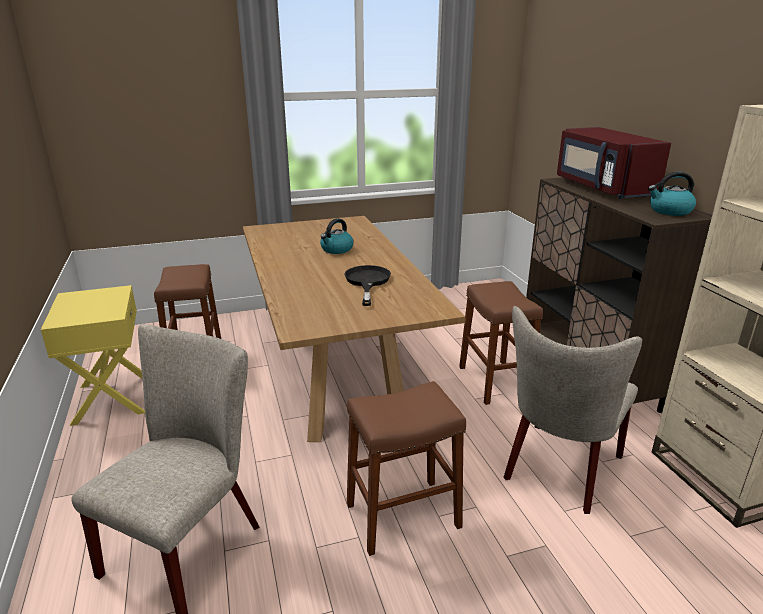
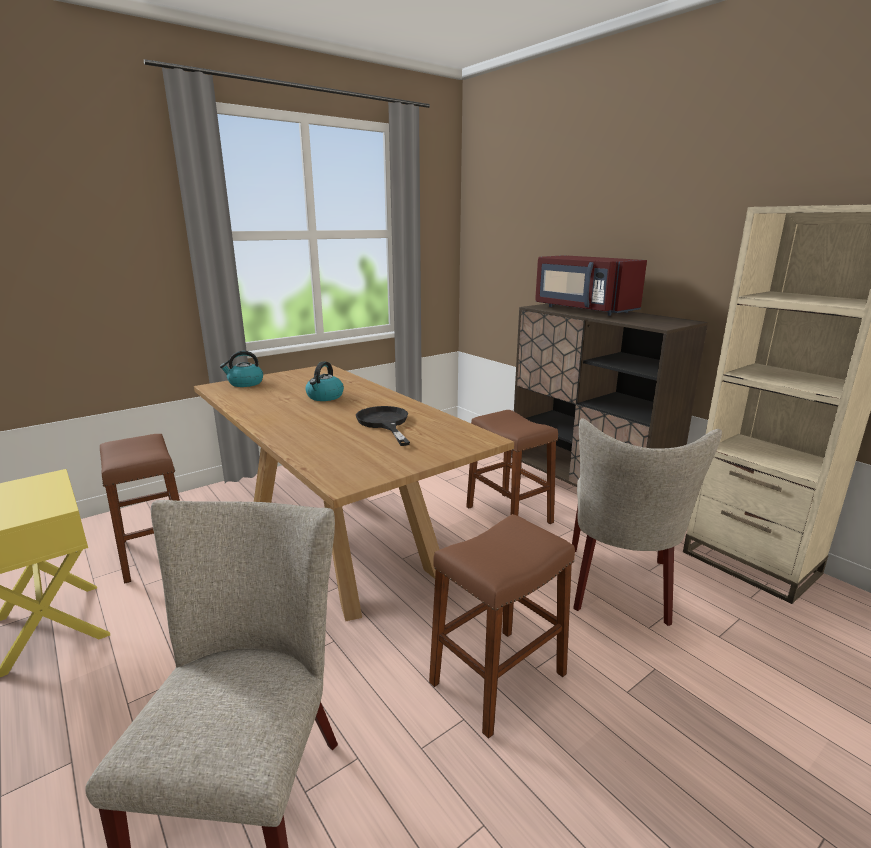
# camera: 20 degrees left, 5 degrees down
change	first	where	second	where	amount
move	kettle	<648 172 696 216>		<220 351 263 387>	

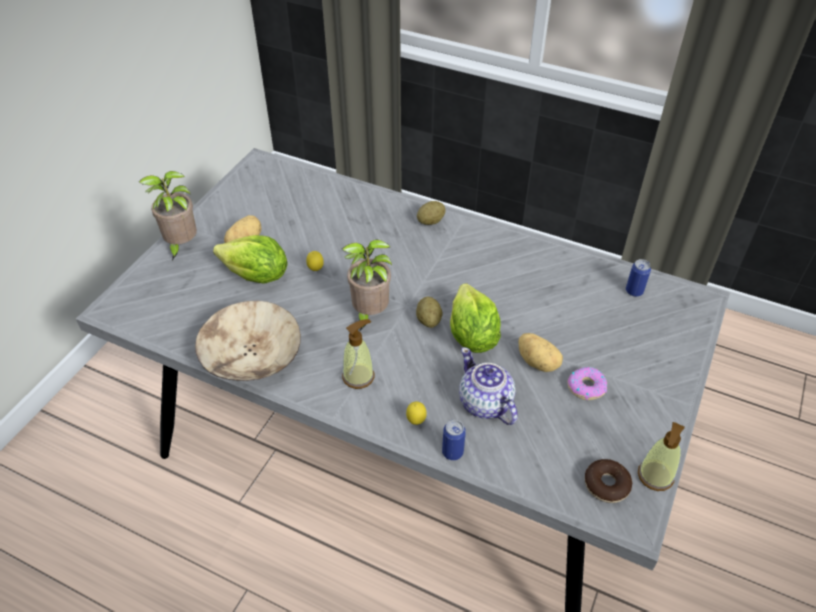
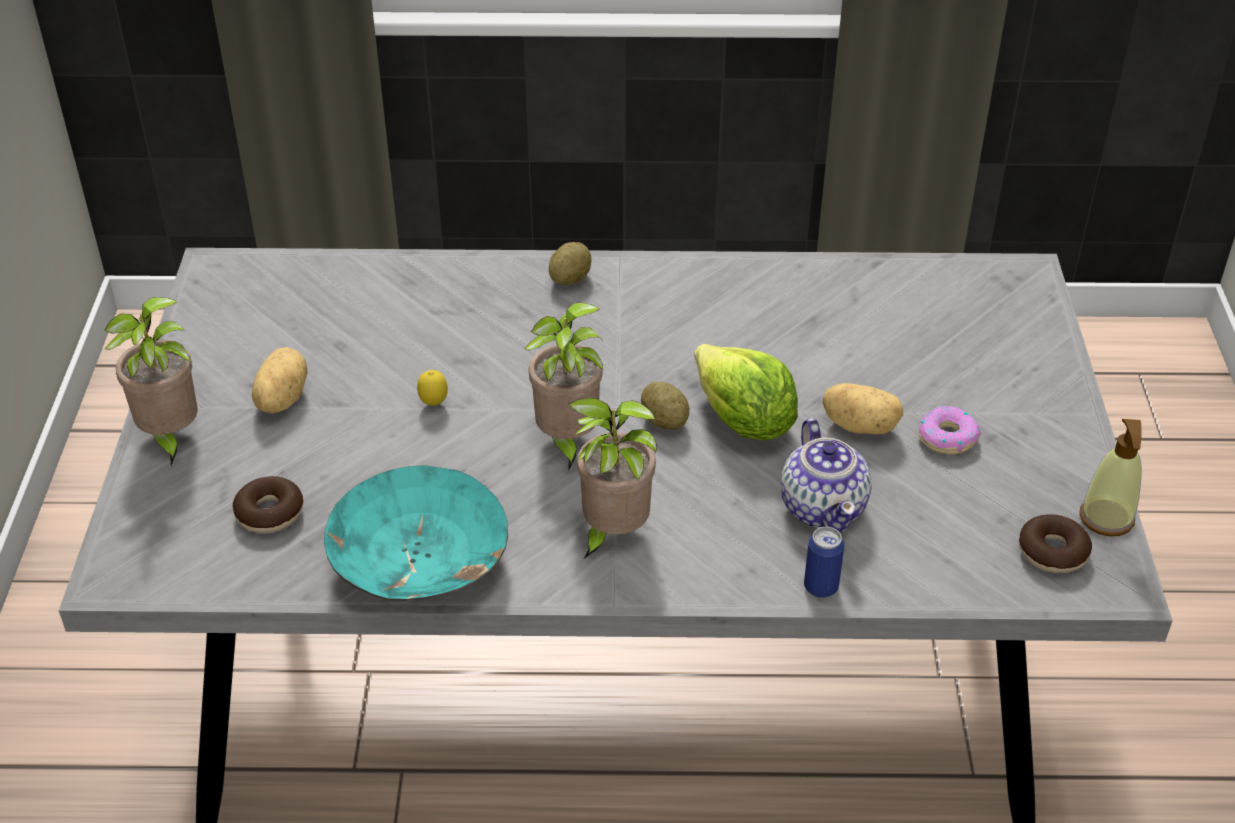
# camera: 25 degrees left, 5 degrees down
change	first	where	second	where	amount
recolor	beige bowl	<195 301 301 381>	turquoise bowl	<324 465 508 601>	
delete	lettuce	<213 235 288 284>			
replace	soap dispenser	<342 319 375 389>	potted plant	<569 398 657 559>	
delete	lemon	<406 402 427 425>			
rotate	teapot	<459 347 518 425>		<781 418 872 533>	135 degrees counterclockwise
delete	can	<626 259 651 297>			
insert			donut	<233 476 303 534>	

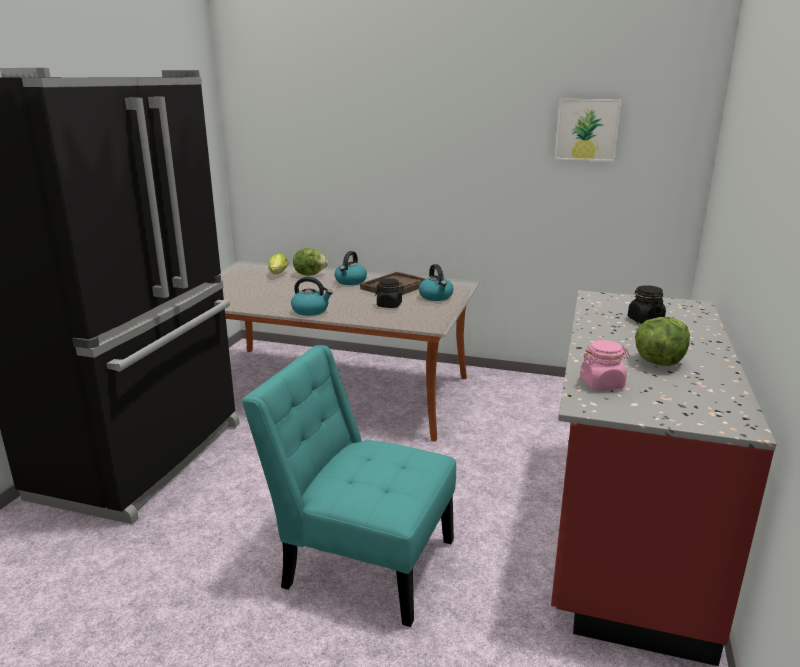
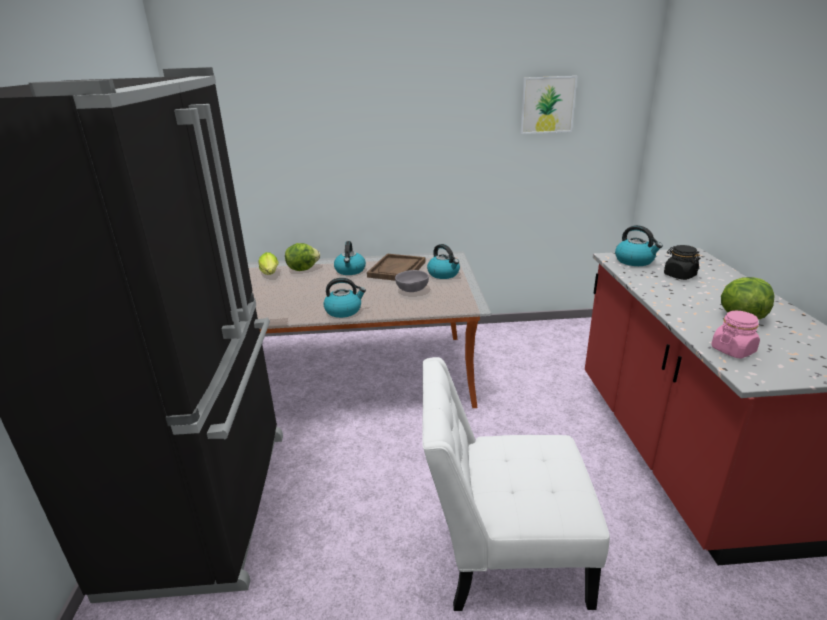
# camera: 20 degrees left, 5 degrees up
change	first	where	second	where	amount
recolor	turquoise chair	<242 345 456 627>	white chair	<422 357 610 611>	
replace	black jar	<375 278 404 308>	grey bowl	<395 270 429 292>	
insert			kettle	<615 225 663 266>	

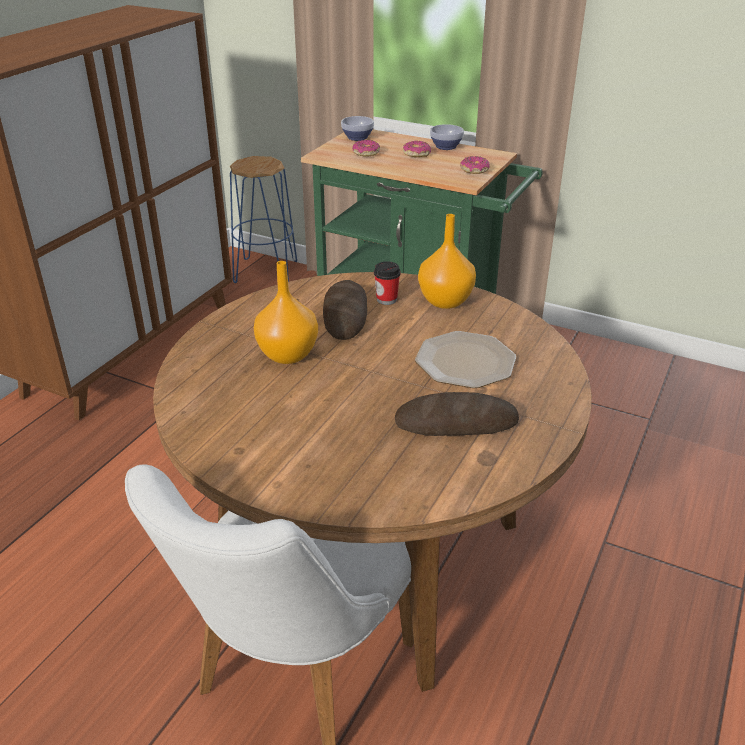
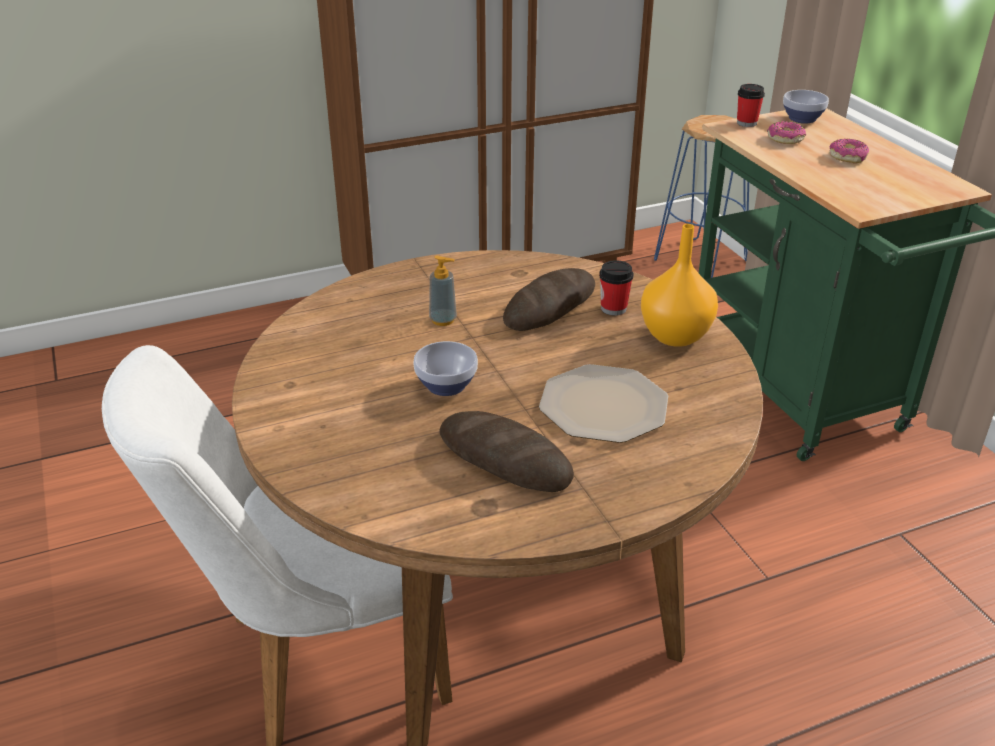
# camera: 40 degrees right, 0 degrees up
change	first	where	second	where	amount
replace	orange vase	<254 261 318 364>	soap dispenser	<429 255 457 326>	
move	bowl	<430 124 464 150>		<413 341 478 396>	
delete	donut	<460 156 490 174>			
insert			cup	<737 84 765 127>	

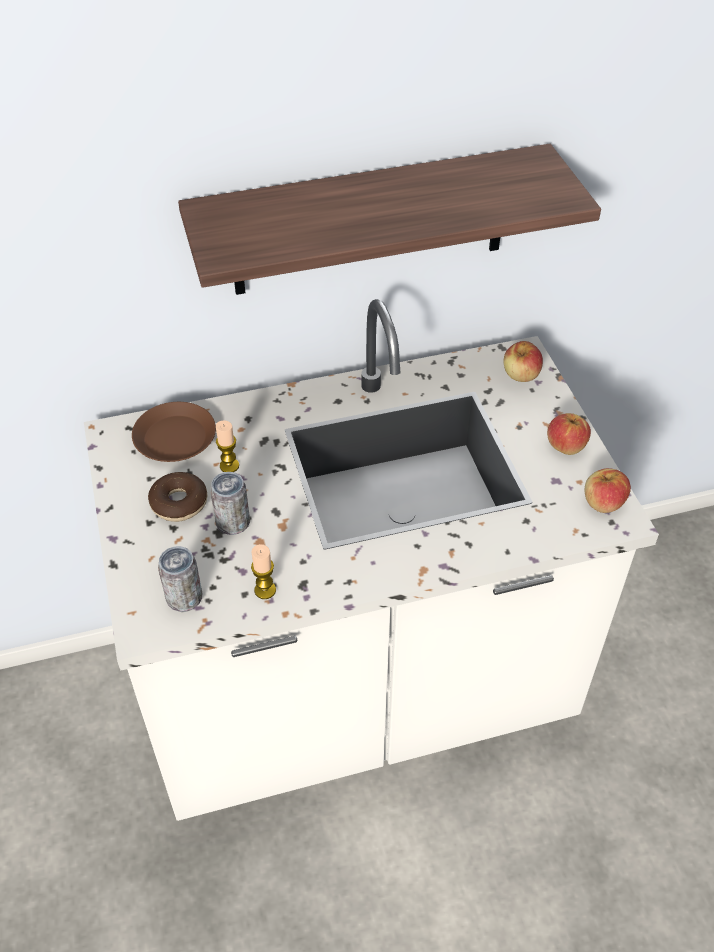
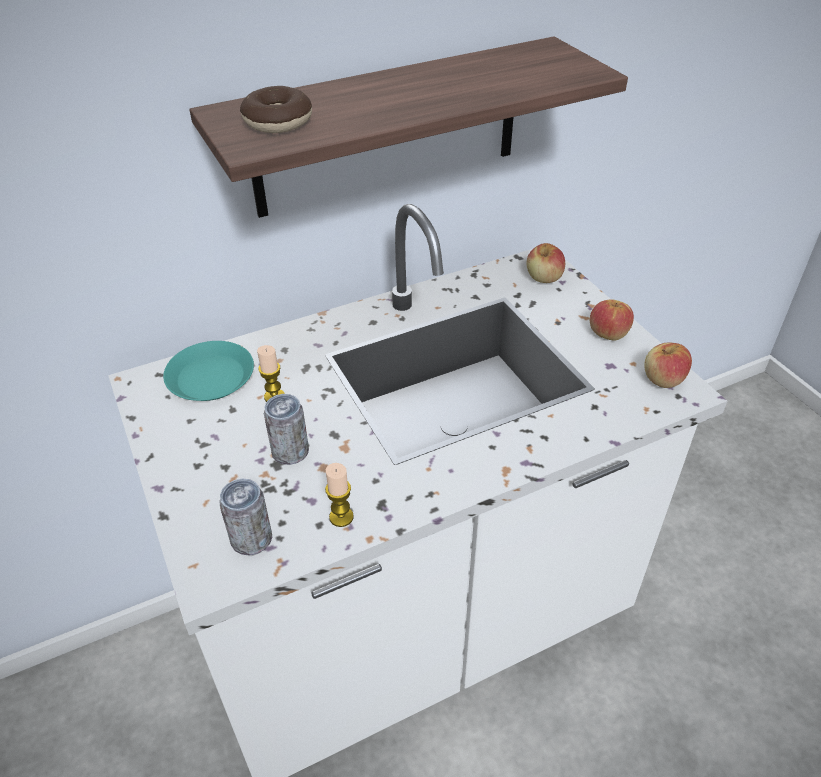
# camera: 10 degrees left, 5 degrees down
change	first	where	second	where	amount
recolor	brown plate	<132 402 216 462>	turquoise plate	<163 341 254 401>	
move	donut	<148 472 207 522>		<240 86 312 133>	

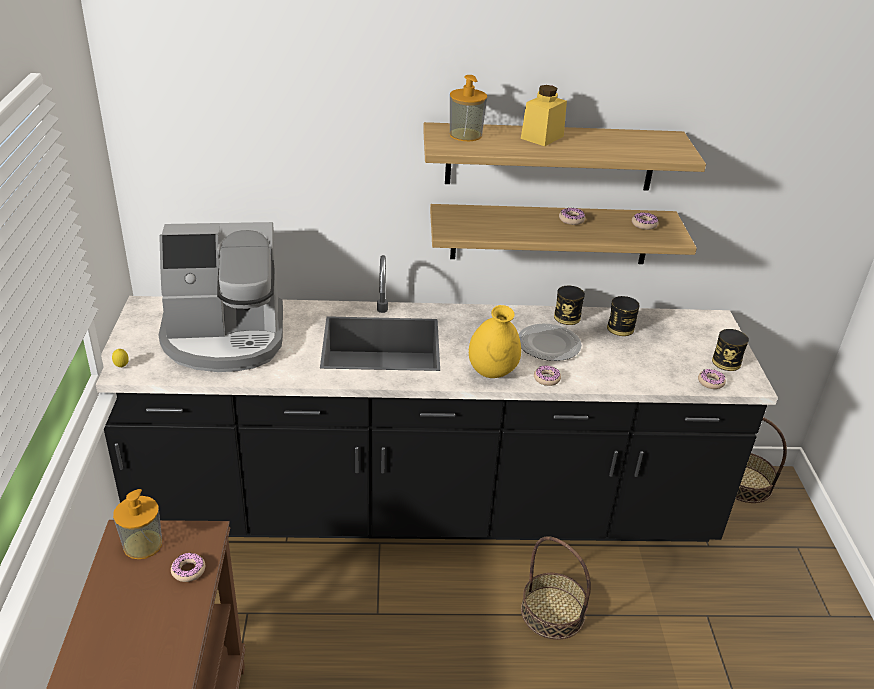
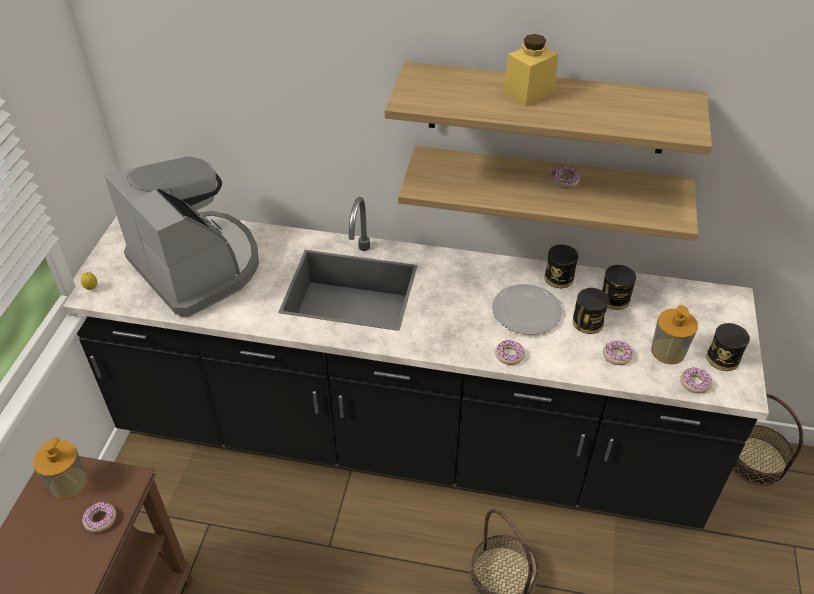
# camera: 15 degrees right, 10 degrees up
change	first	where	second	where	amount
rotate	coffee machine	<159 222 283 372>		<104 157 259 317>	135 degrees counterclockwise
move	soap dispenser	<450 75 487 141>		<651 305 698 365>	
delete	yellow vase	<469 305 521 378>			
move	donut	<632 212 659 230>		<603 340 633 365>	
insert			can	<573 288 609 334>	

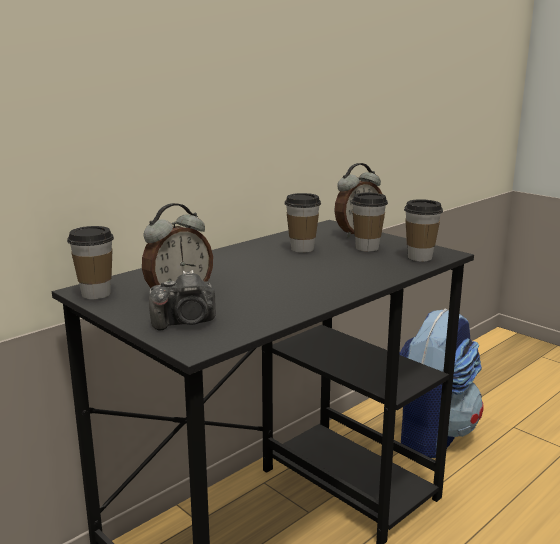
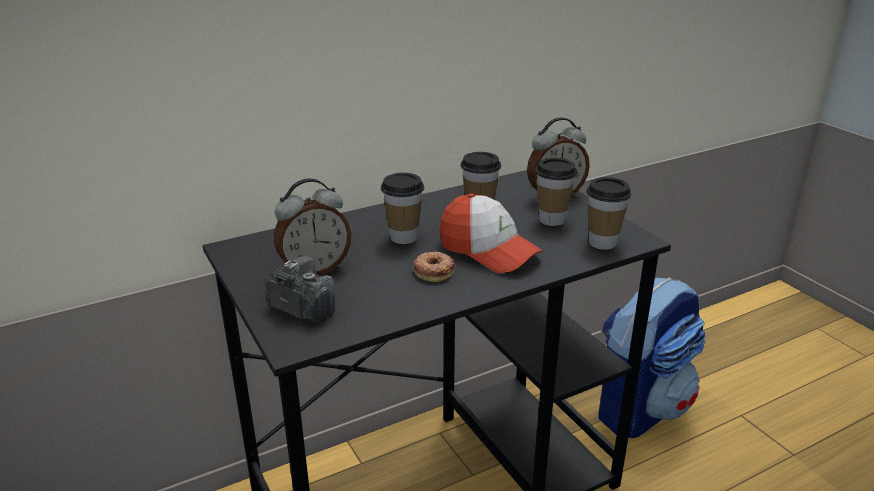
# camera: 15 degrees right, 10 degrees up
change	first	where	second	where	amount
move	cup	<67 226 114 299>		<381 173 424 244>	
rotate	photo camera	<149 270 216 330>		<266 256 335 322>	150 degrees counterclockwise
insert			donut	<413 252 456 282>	
insert			cap	<439 193 543 273>	

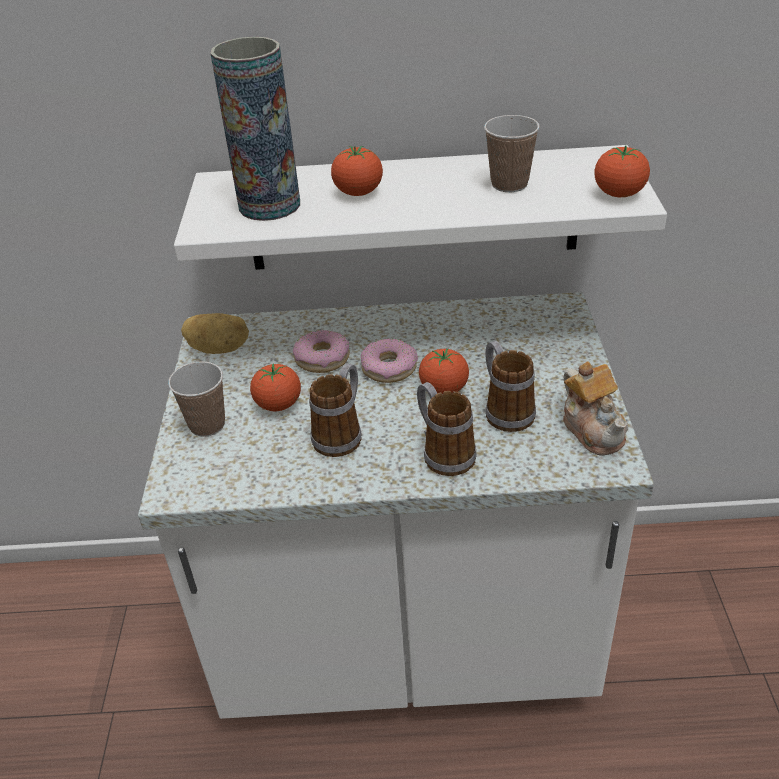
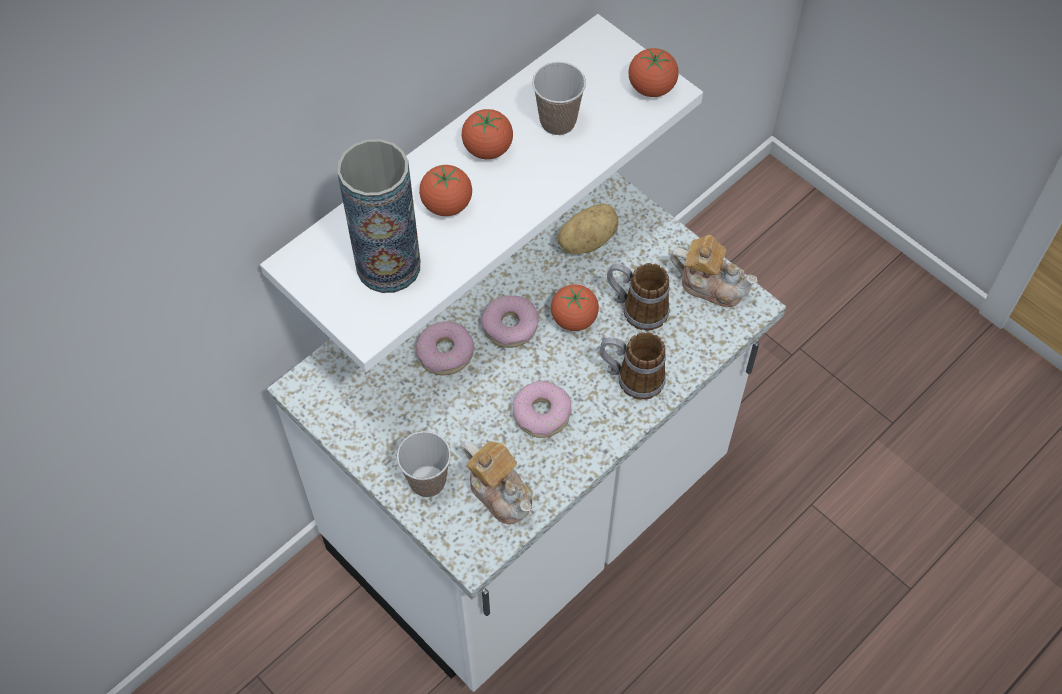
# camera: 45 degrees left, 20 degrees up
change	first	where	second	where	amount
move	potato	<181 313 249 354>		<557 203 618 254>	
move	tomato	<250 363 301 411>		<462 109 513 159>	
replace	mug	<309 363 362 457>	donut	<513 380 572 438>	
insert			teapot	<463 441 533 524>	

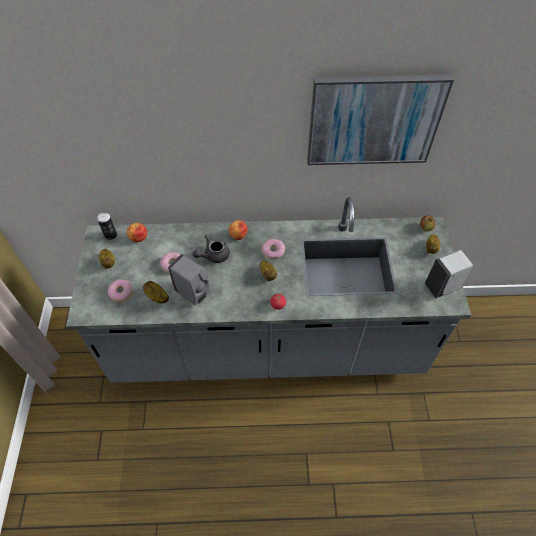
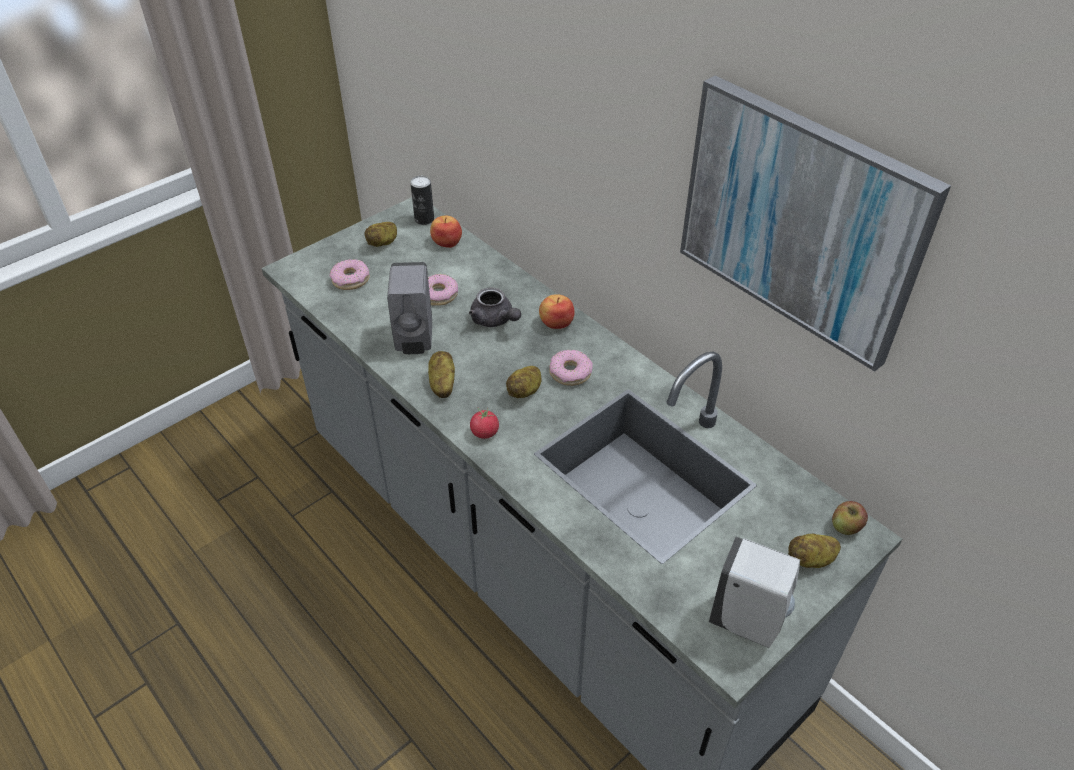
# camera: 50 degrees right, 10 degrees down
change	first	where	second	where	amount
move	potato	<143 281 169 303>		<428 351 455 398>	
rotate	grey teapot	<193 235 230 263>		<469 287 521 327>	150 degrees counterclockwise

